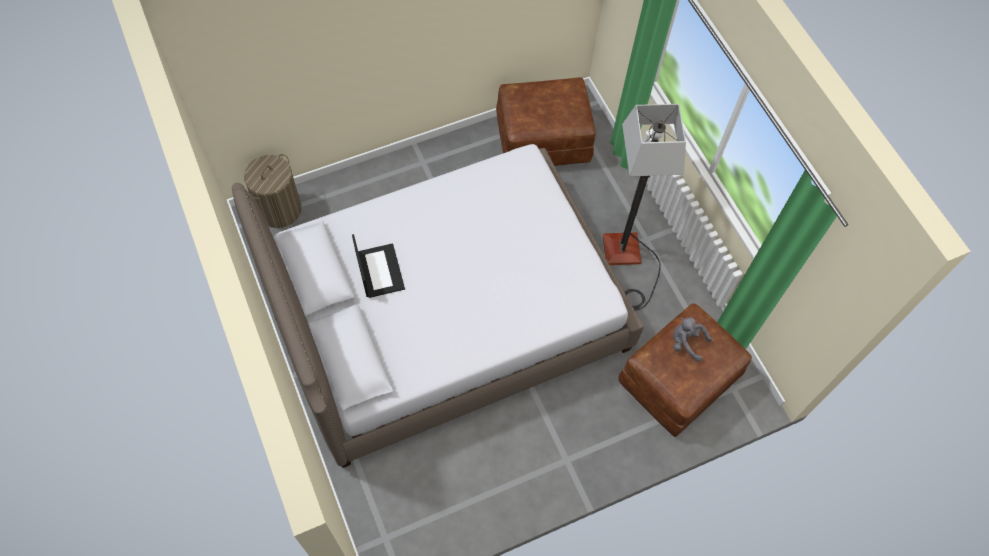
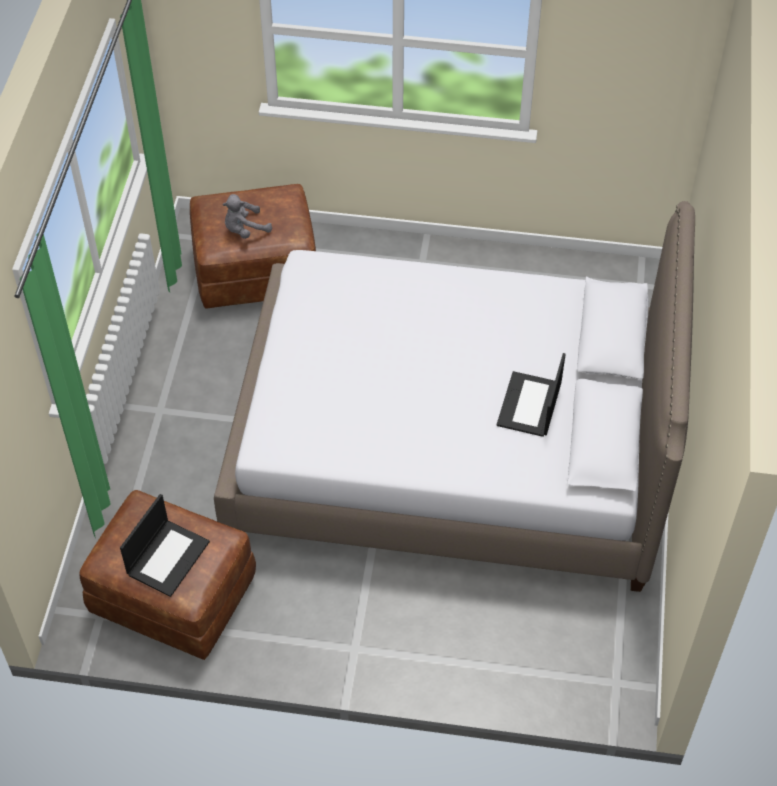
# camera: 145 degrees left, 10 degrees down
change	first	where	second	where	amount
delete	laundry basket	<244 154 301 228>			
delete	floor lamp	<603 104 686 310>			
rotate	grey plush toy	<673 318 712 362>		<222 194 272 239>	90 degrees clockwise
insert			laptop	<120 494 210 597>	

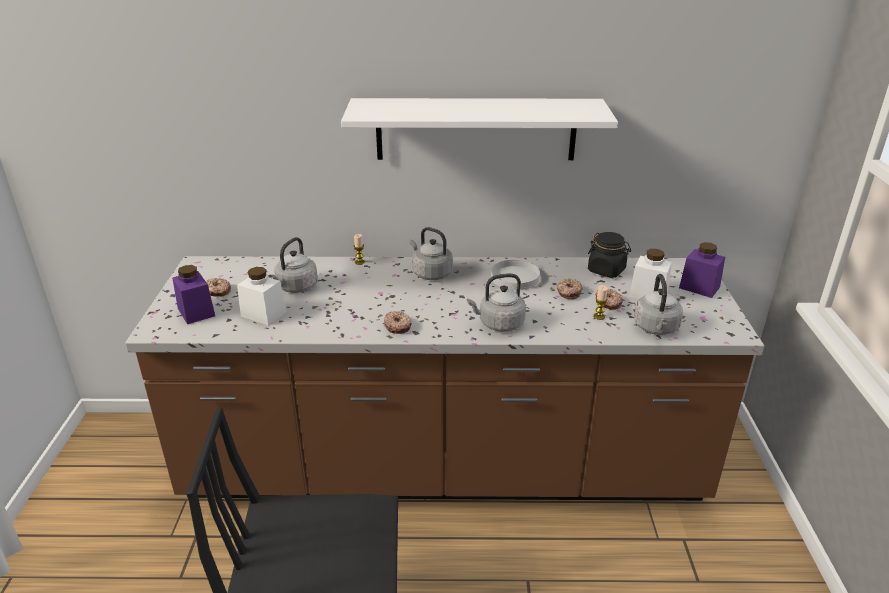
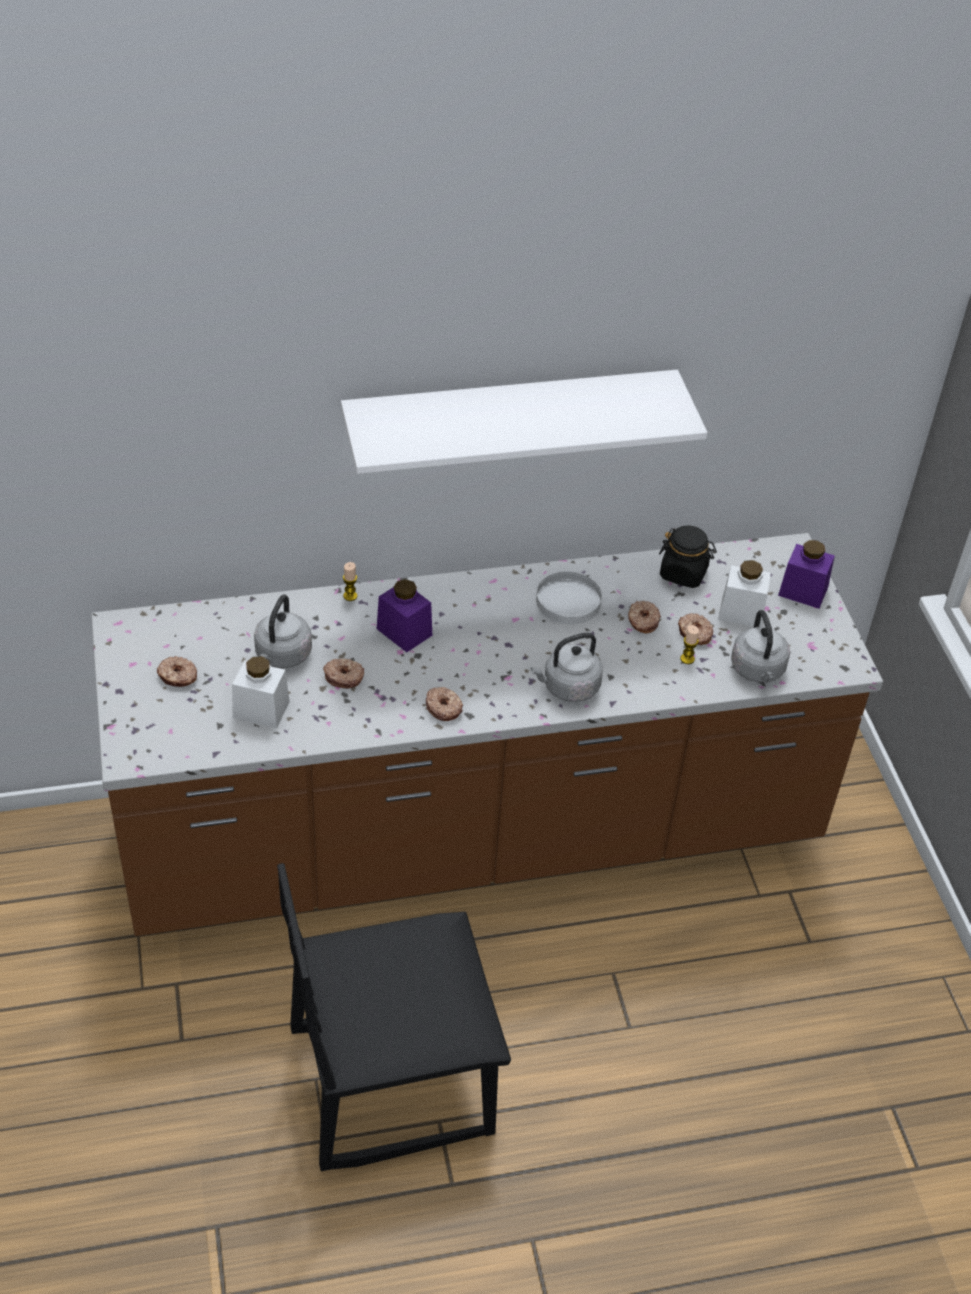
# camera: 15 degrees left, 15 degrees up
change	first	where	second	where	amount
move	purple jar	<172 265 215 324>		<377 579 432 652>	
delete	grey kettle	<410 227 453 280>			
insert			donut	<323 659 365 688>	

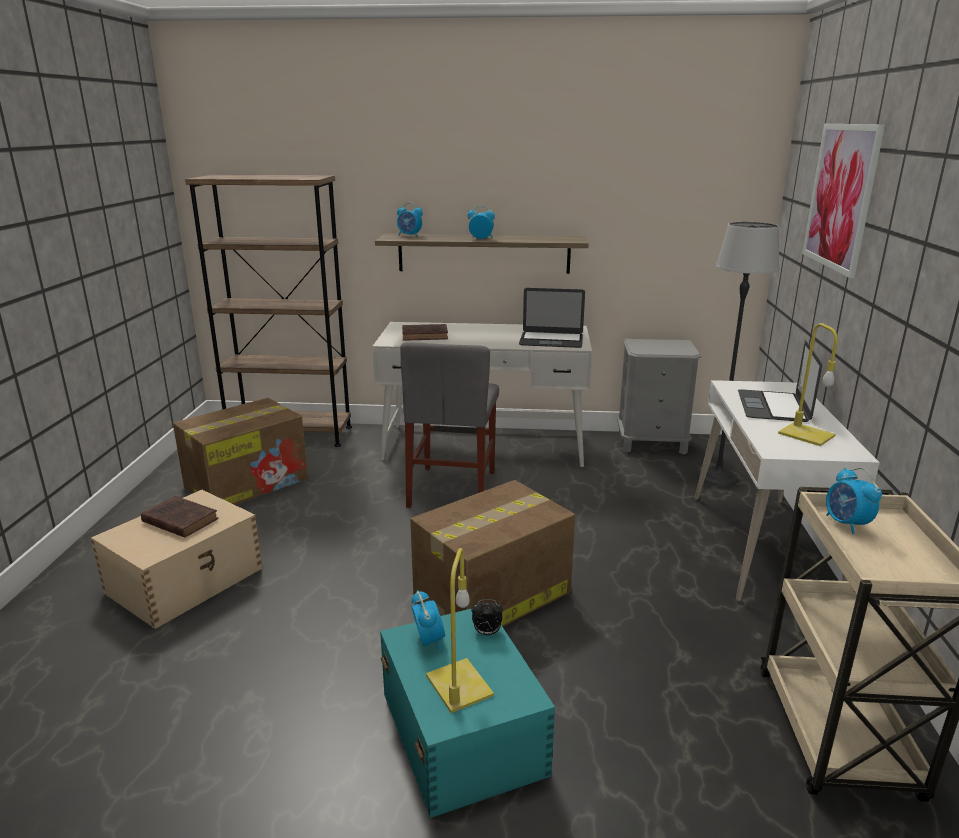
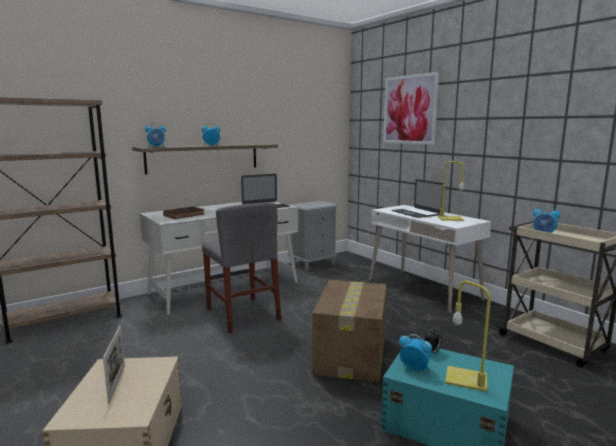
# camera: 40 degrees left, 10 degrees down
change	first	where	second	where	amount
replace	brown book	<141 496 218 538>	picture frame	<103 325 125 404>	
delete	cardboard box	<173 398 308 505>			
delete	floor lamp	<698 222 779 487>			

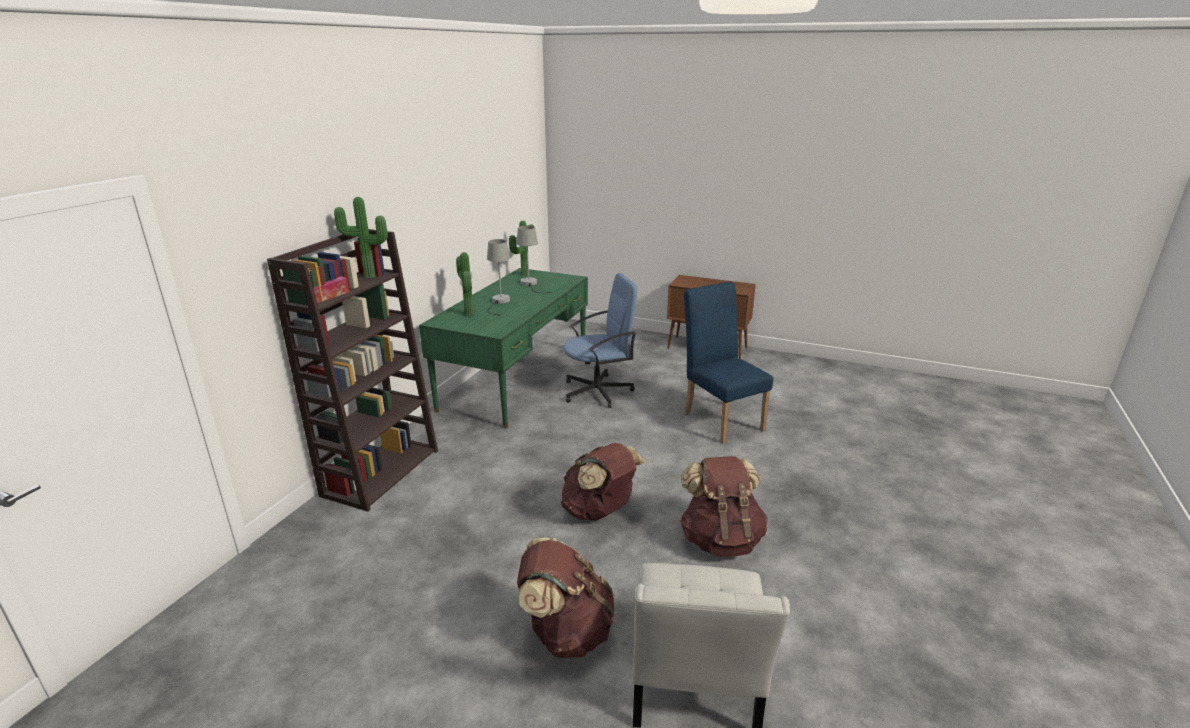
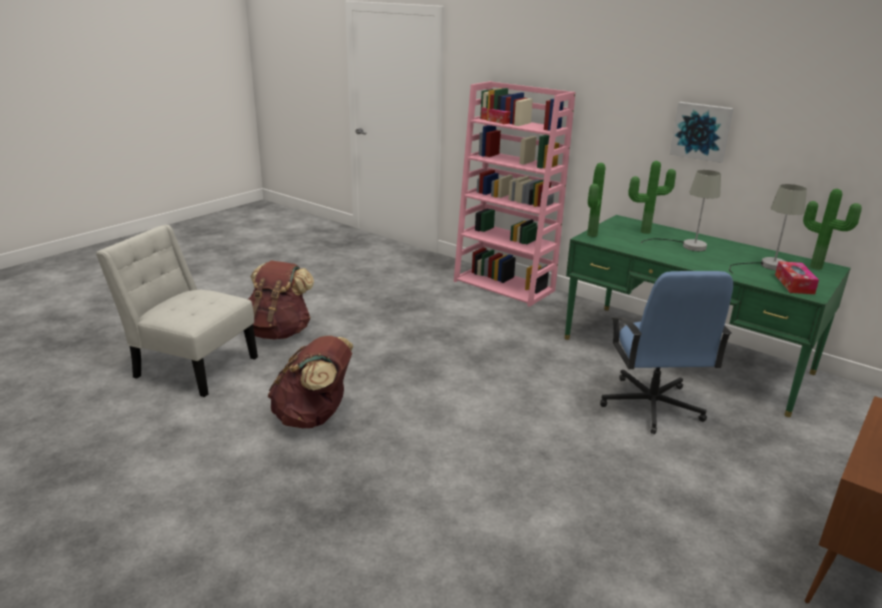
# camera: 105 degrees right, 0 degrees up
change	first	where	second	where	amount
recolor	brown bookcase	<267 229 438 512>	pink bookcase	<454 81 576 307>	
move	potted plant	<334 197 388 278>		<587 163 605 237>	
delete	brown backpack	<561 443 645 521>			
delete	blue chair	<684 281 773 444>			
insert			picture	<670 102 734 163>	
insert			tissue box	<775 261 819 294>	

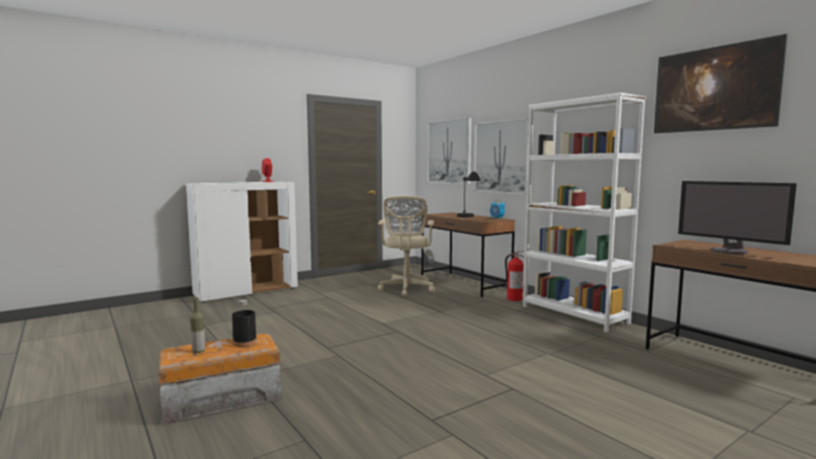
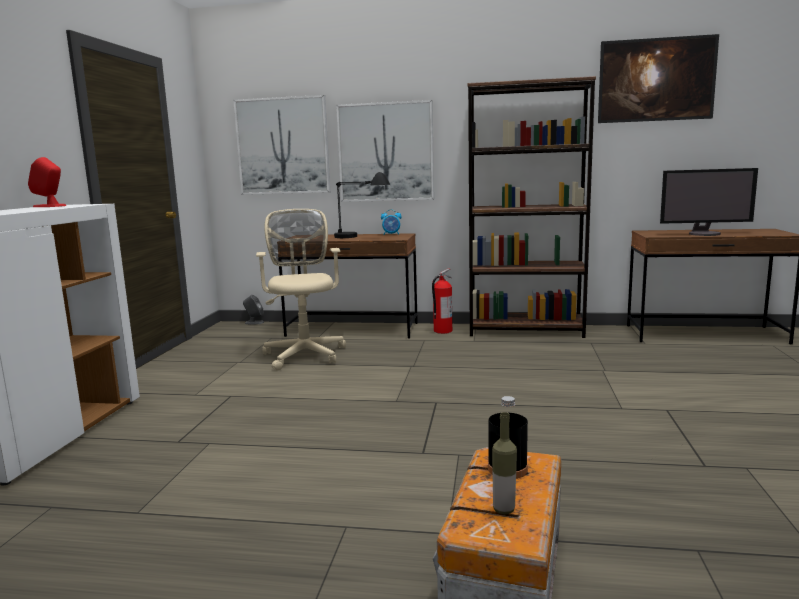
# camera: 45 degrees left, 5 degrees up
change	first	where	second	where	amount
rotate	beige office chair	<377 196 435 297>		<256 209 346 371>	150 degrees counterclockwise
recolor	white bookcase	<523 93 646 332>	brown bookcase	<468 76 596 338>	

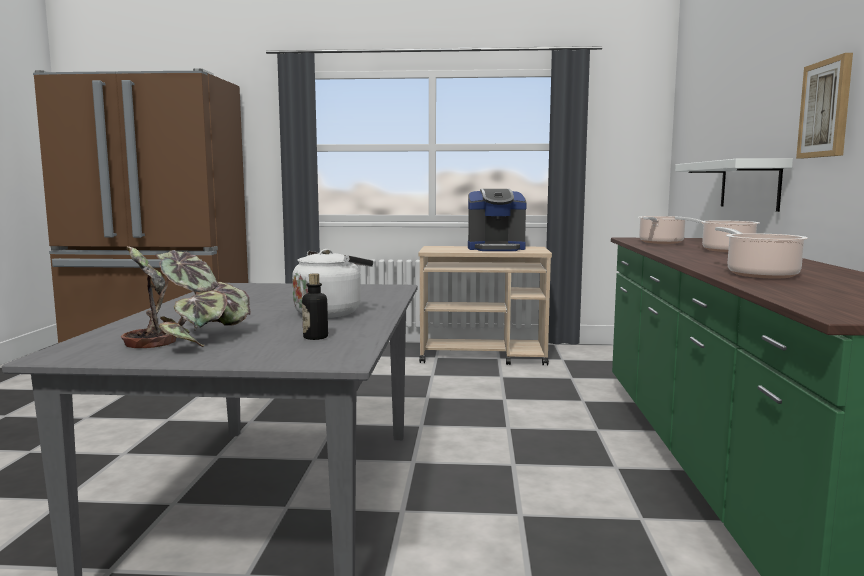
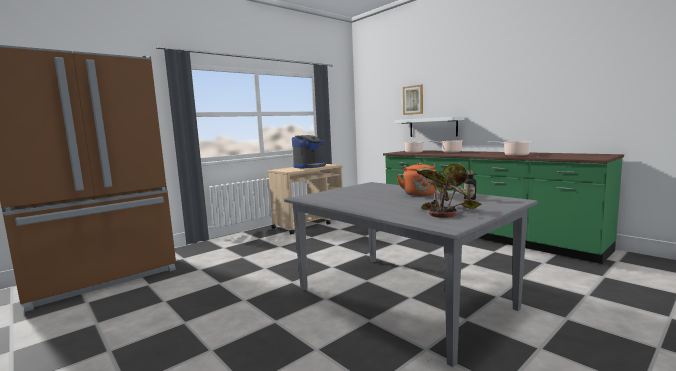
# camera: 45 degrees left, 0 degrees up
change	first	where	second	where	amount
recolor	white kettle	<292 249 373 318>	orange kettle	<396 162 437 196>	
move	picture	<796 53 853 158>		<403 84 423 115>	

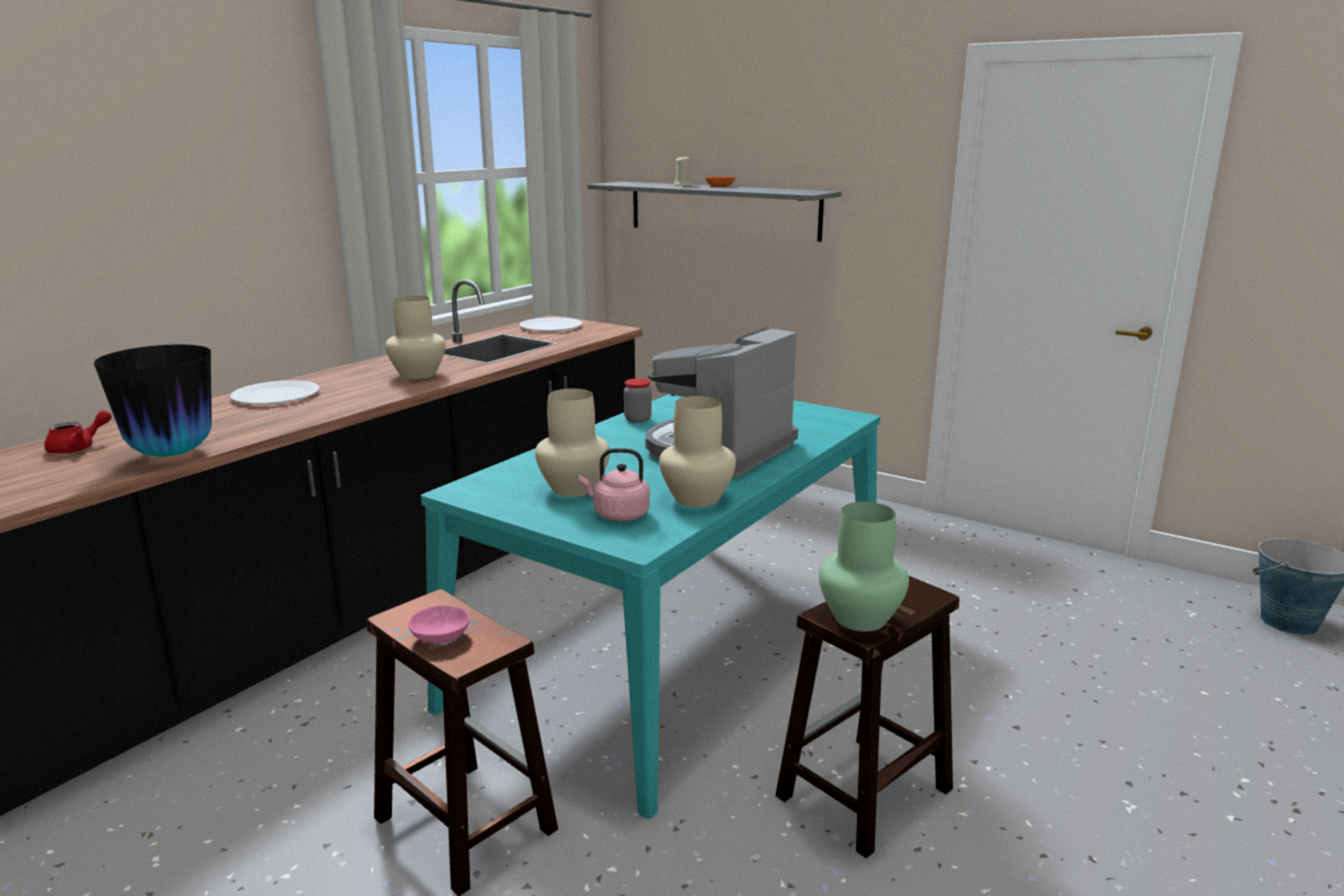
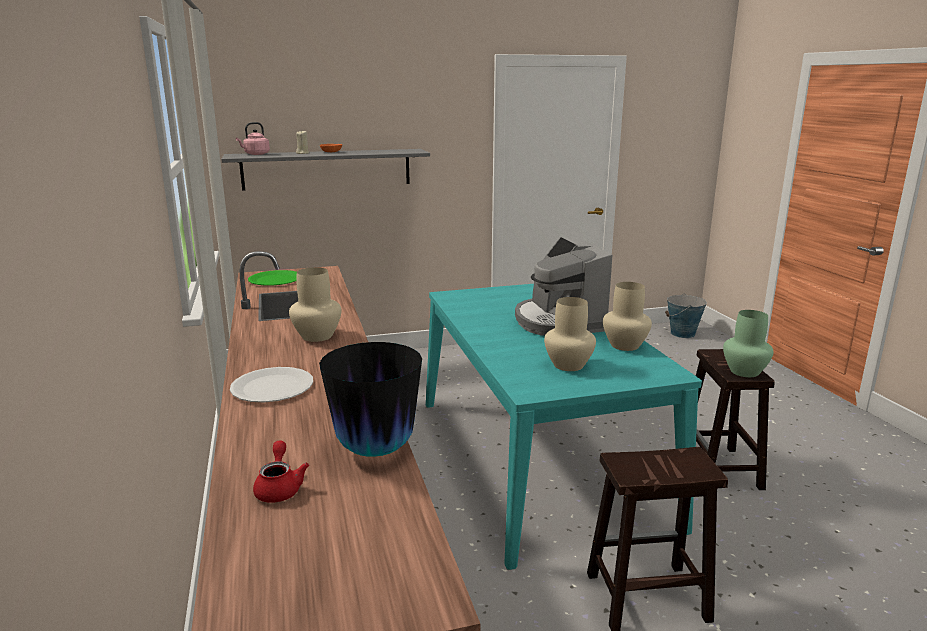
# camera: 50 degrees left, 0 degrees up
change	first	where	second	where	amount
delete	pink bowl	<408 605 470 644>			
recolor	white plate	<520 317 582 332>	green plate	<248 270 297 285>	
move	pink kettle	<579 448 650 521>		<236 122 270 155>	
delete	jar	<624 379 652 423>			

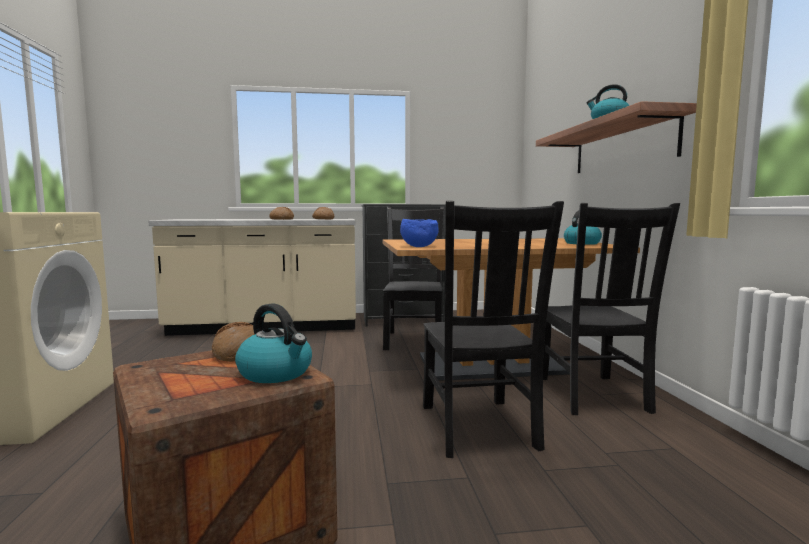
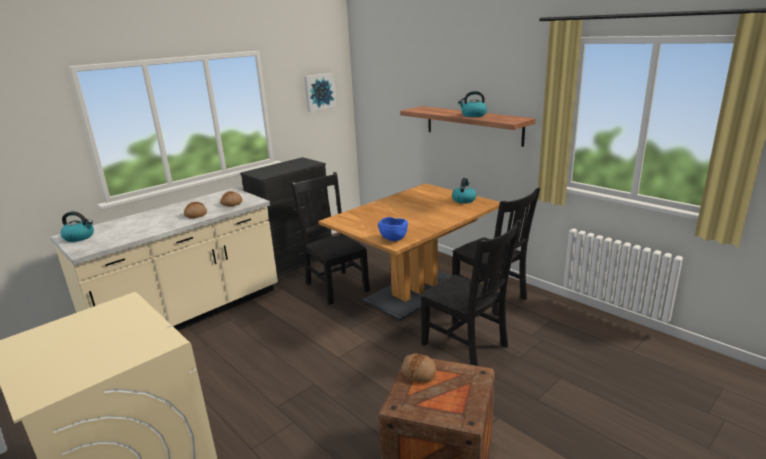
# camera: 35 degrees left, 15 degrees up
change	first	where	second	where	amount
move	kettle	<235 303 312 383>		<60 211 94 242>	
insert			picture	<304 73 337 112>	

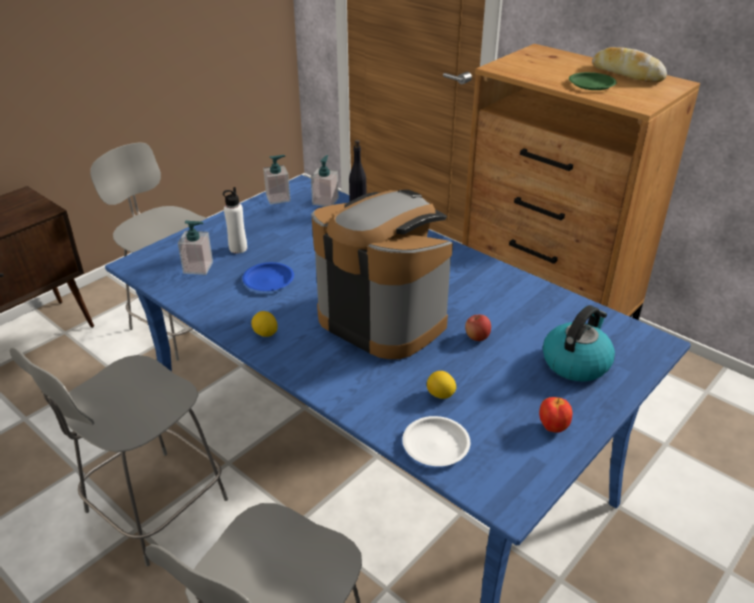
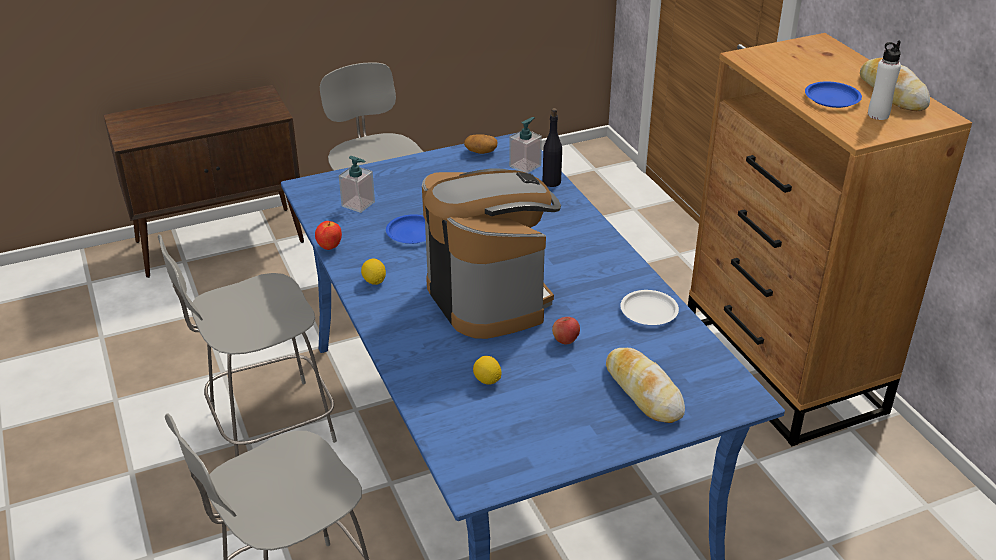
# camera: 25 degrees right, 0 degrees up
change	first	where	second	where	amount
move	white bottle	<223 187 247 253>		<868 40 901 120>	
replace	soap dispenser	<263 155 290 204>	potato	<464 134 498 154>	
move	white plate	<402 416 470 466>		<620 290 679 325>	
move	apple	<539 397 572 433>		<315 221 342 250>	
replace	kettle	<543 305 615 381>	bread	<606 348 685 423>	
recolor	green plate	<569 72 617 90>	blue plate	<805 81 862 108>	

